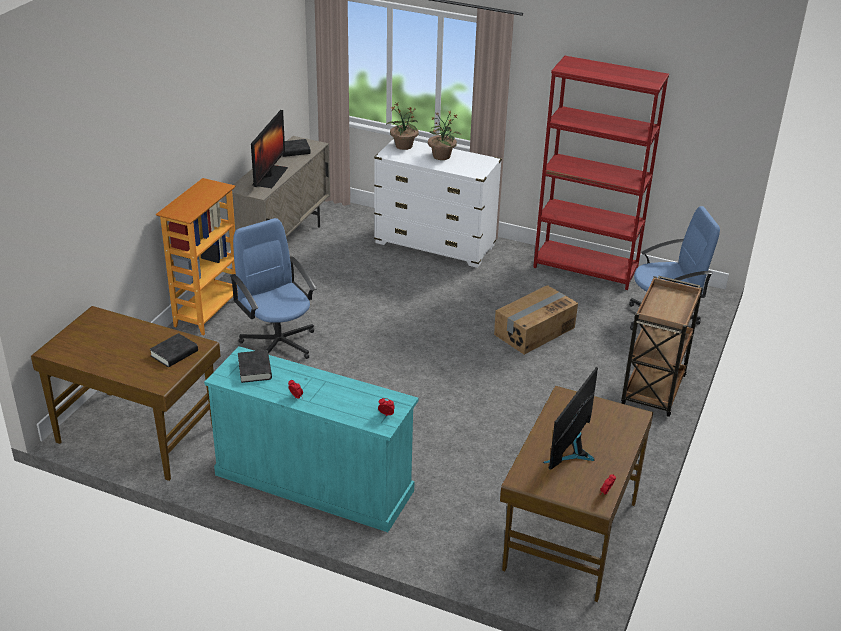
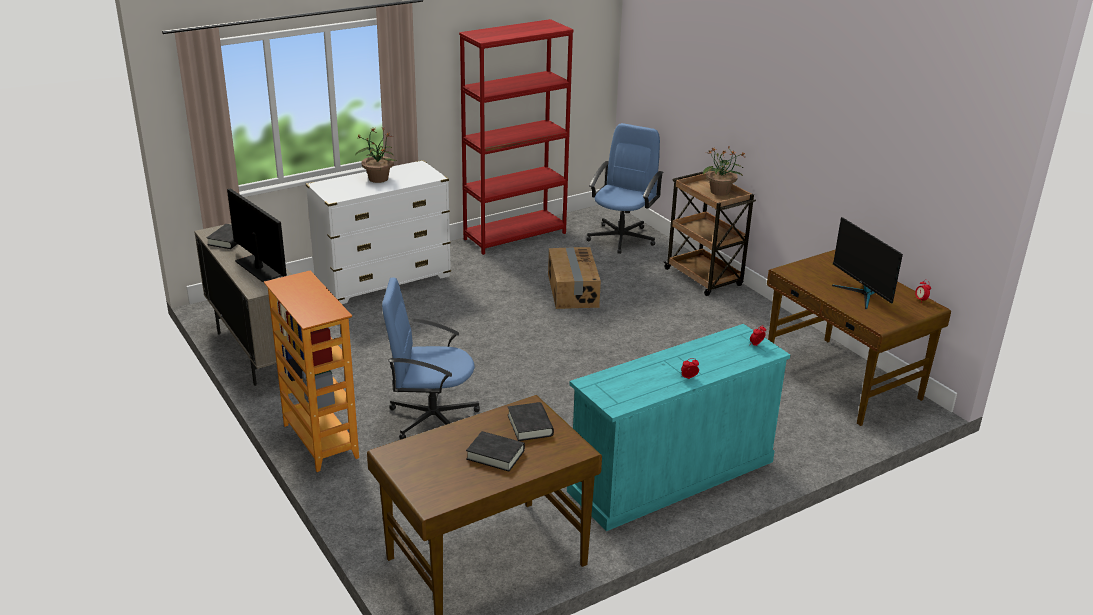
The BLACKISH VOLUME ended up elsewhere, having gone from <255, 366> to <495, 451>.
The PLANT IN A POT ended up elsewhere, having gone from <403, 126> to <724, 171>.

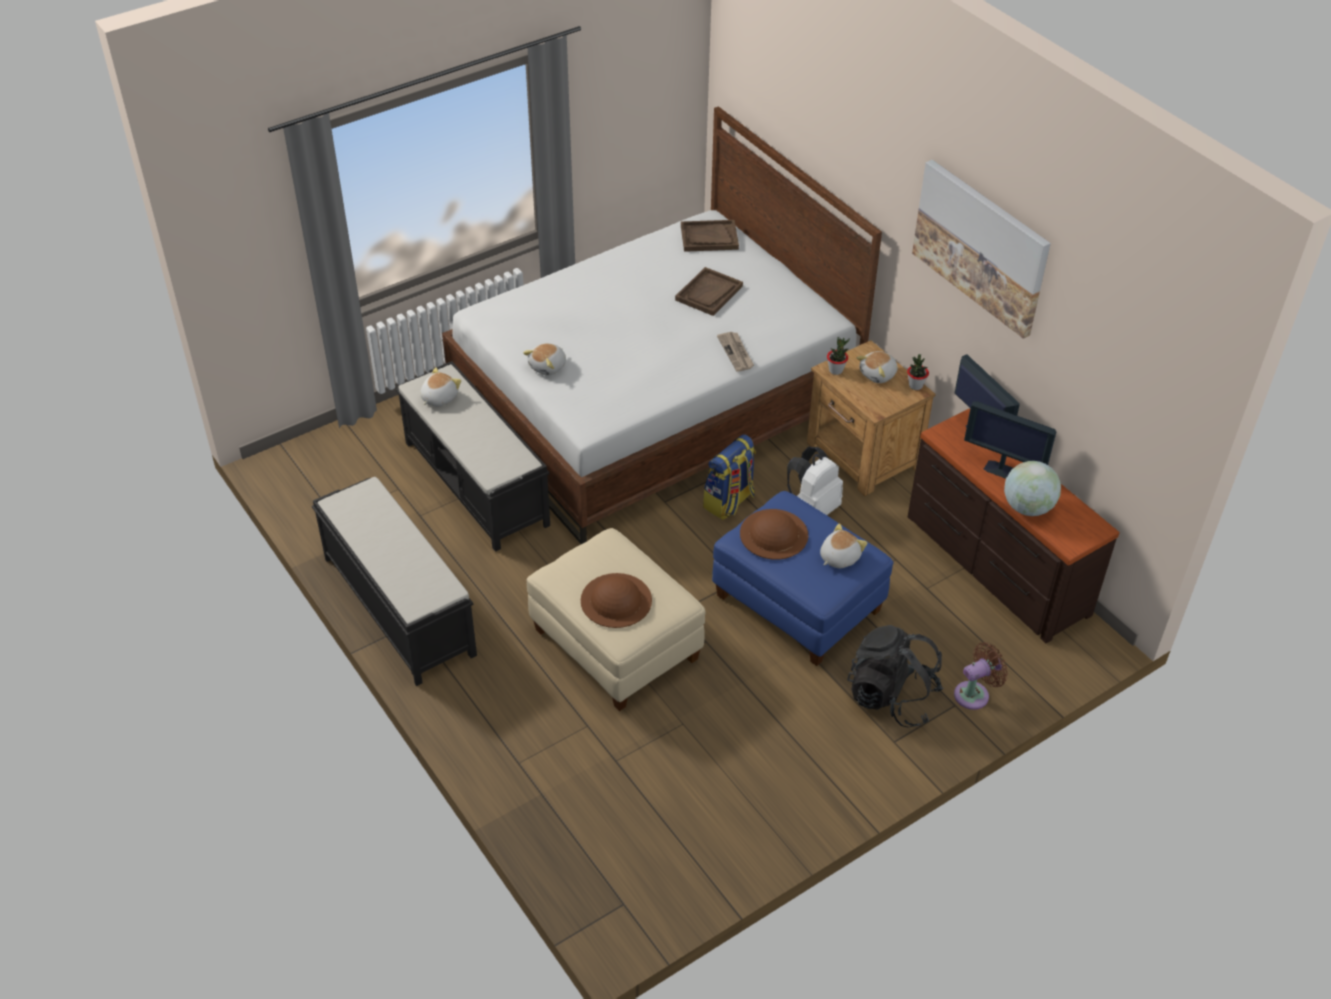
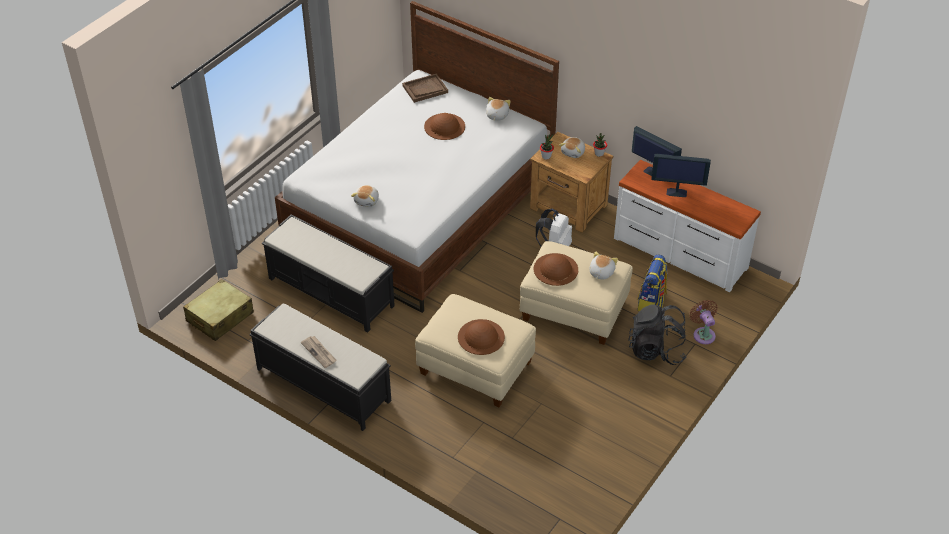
The PLUSH TOY ended up elsewhere, having gone from <440, 387> to <498, 109>.
Where the BROWNISH TRAY stood at <709, 291>, the BROWNISH WEARABLE HAT came to stand at <444, 126>.
The BACKPACK ended up elsewhere, having gone from <729, 477> to <652, 283>.
What was the BLUE-COLOURED OTTOMAN at <802, 578> turned into the BEIGE OTTOMAN at <576, 293>.
The NEWSPAPER ended up elsewhere, having gone from <735, 352> to <318, 352>.
What was the BROWNISH DRESSER at <1014, 525> turned into the WHITISH DRESSER at <687, 226>.
The second view lost the WALL PICTURE at <981, 249>.
The BROWNISH FAN at <981, 676> ended up facing another way, 60 degrees counterclockwise from before.
The second view lost the GLOBE at <1032, 488>.
The second view gained the BEIGE SUITCASE at <218, 310>.

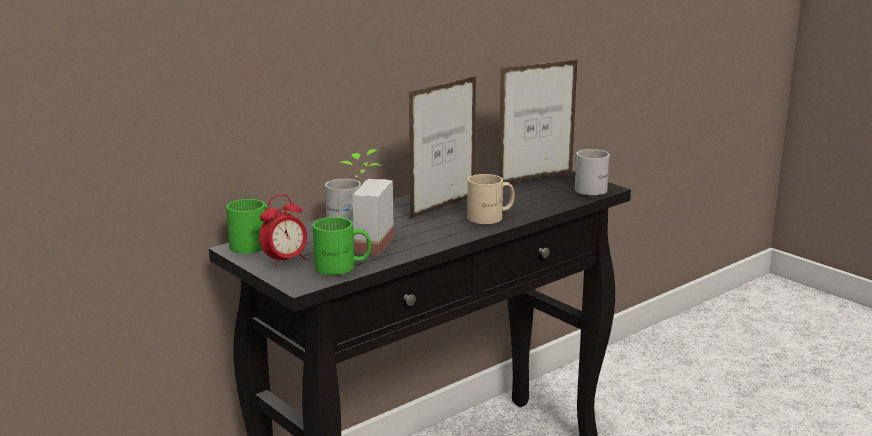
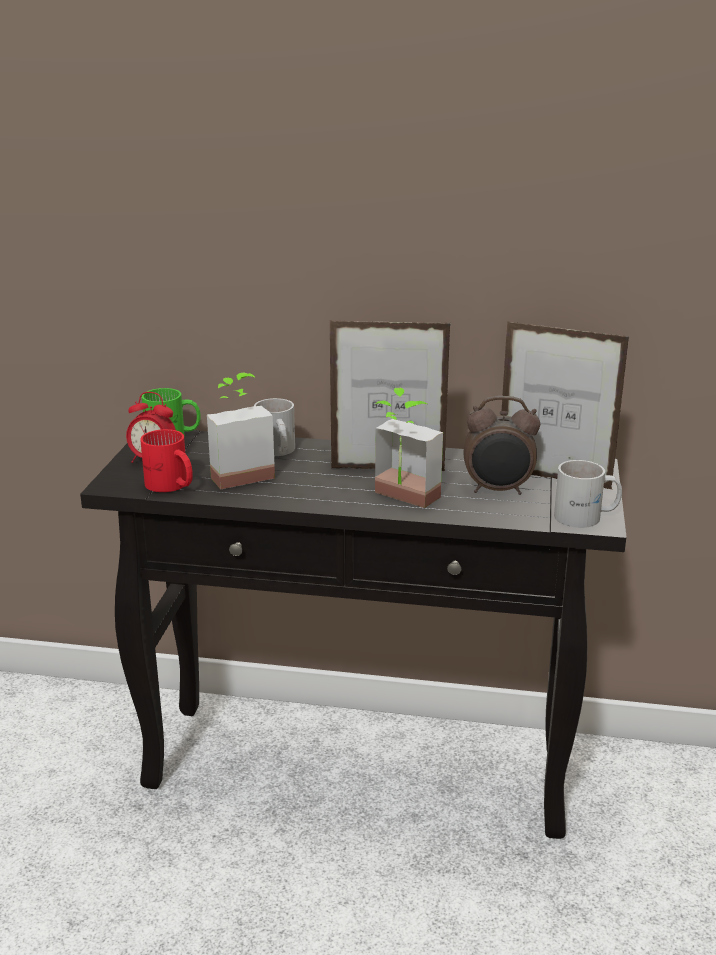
What was the GREEN MUG at <342, 246> turned into the RED-COLOURED MUG at <166, 460>.
Where the BEIGE MUG stood at <491, 199>, the PLANT IN A POT came to stand at <409, 448>.
The second view gained the BEDSIDE CLOCK at <502, 445>.

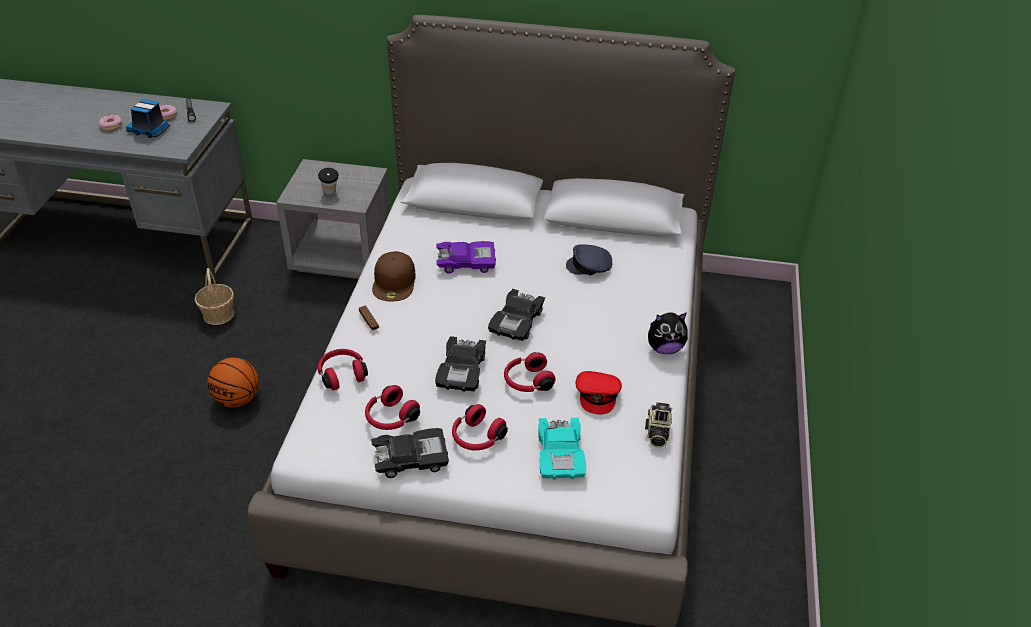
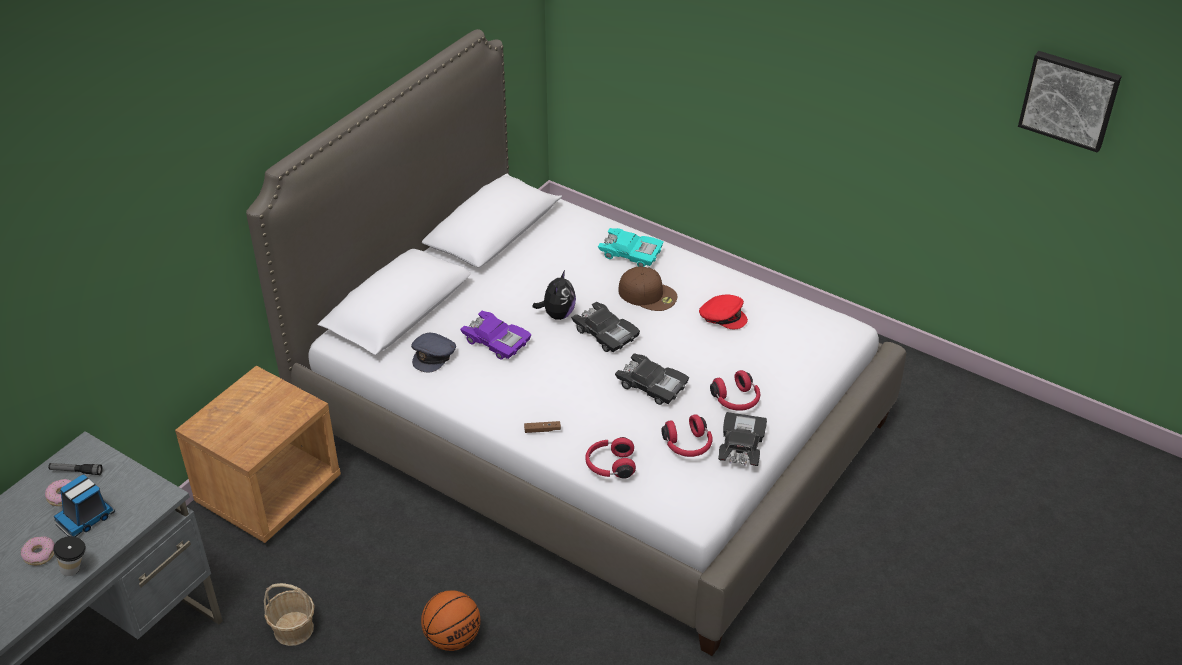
What was the GREY NIGHT TABLE at <333, 219> turned into the BROWNISH NIGHT TABLE at <258, 454>.
The CUP ended up elsewhere, having gone from <328, 181> to <69, 556>.
The BROWNISH CAP ended up elsewhere, having gone from <394, 276> to <647, 289>.
The PURPLISH MINIATURE CAR at <466, 257> ended up facing another way, 105 degrees clockwise from before.
The second view lost the RED-COLOURED HEADPHONES at <530, 372>.
The TURQUOISE-COLOURED MINIATURE CAR ended up elsewhere, having gone from <562, 449> to <631, 247>.
The GREY CAP ended up elsewhere, having gone from <589, 260> to <433, 352>.
The second view lost the PHOTO CAMERA at <658, 424>.
The PLUSH TOY ended up elsewhere, having gone from <668, 333> to <554, 295>.
The second view gained the WALL PICTURE at <1070, 102>.

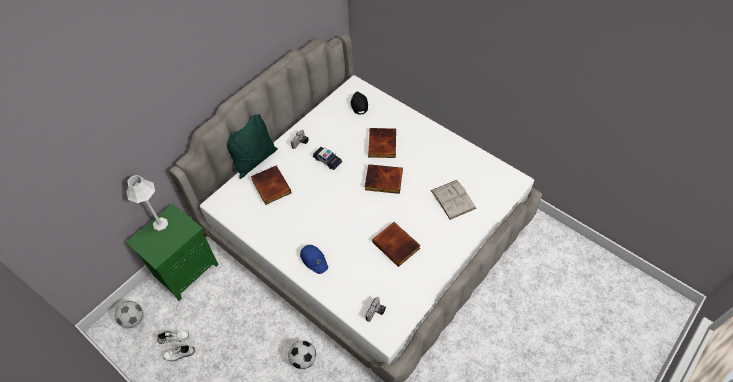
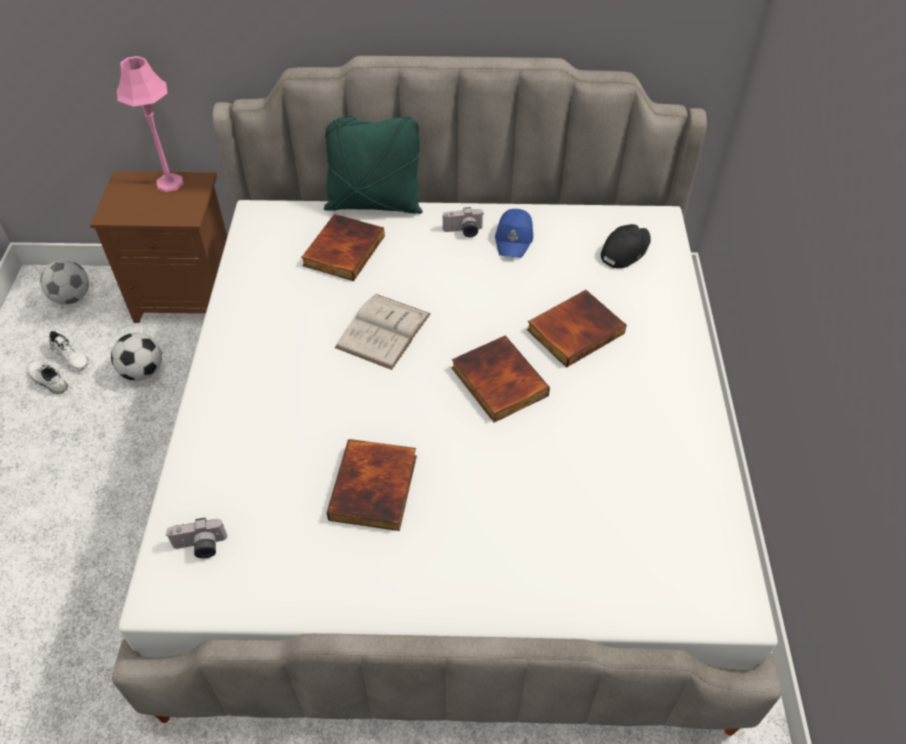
What was the WHITISH LAMP FOR A TABLE at <147, 203> turned into the PINK LAMP FOR A TABLE at <150, 124>.
What was the GREEN NIGHT TABLE at <172, 252> turned into the BROWNISH NIGHT TABLE at <158, 247>.
The FOOTBALL BALL ended up elsewhere, having gone from <302, 354> to <136, 357>.
The BLUE-COLOURED CAP ended up elsewhere, having gone from <314, 259> to <514, 233>.
The second view lost the MINIATURE CAR at <327, 158>.
The WHITISH VOLUME ended up elsewhere, having gone from <453, 200> to <383, 332>.

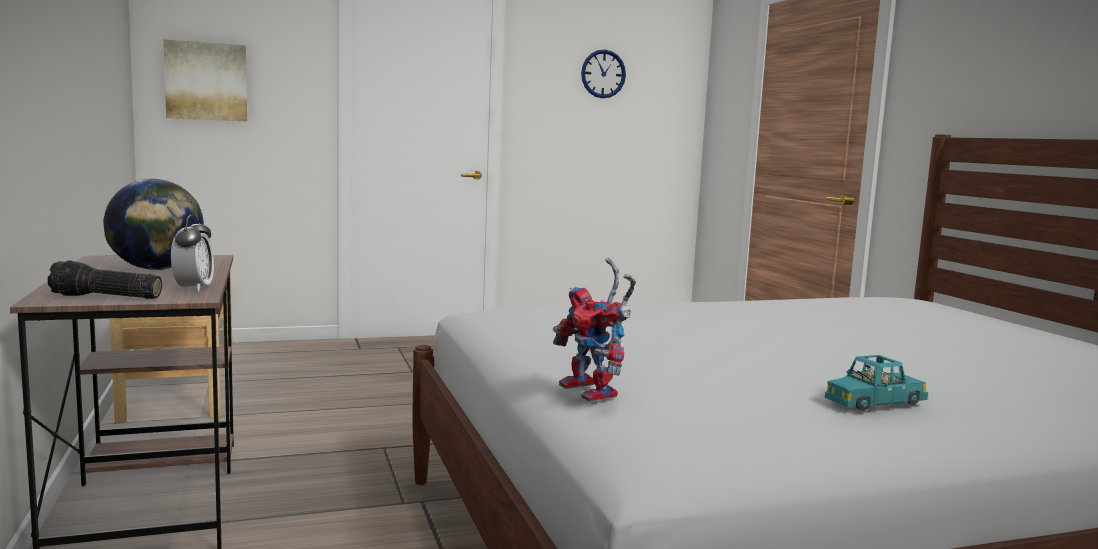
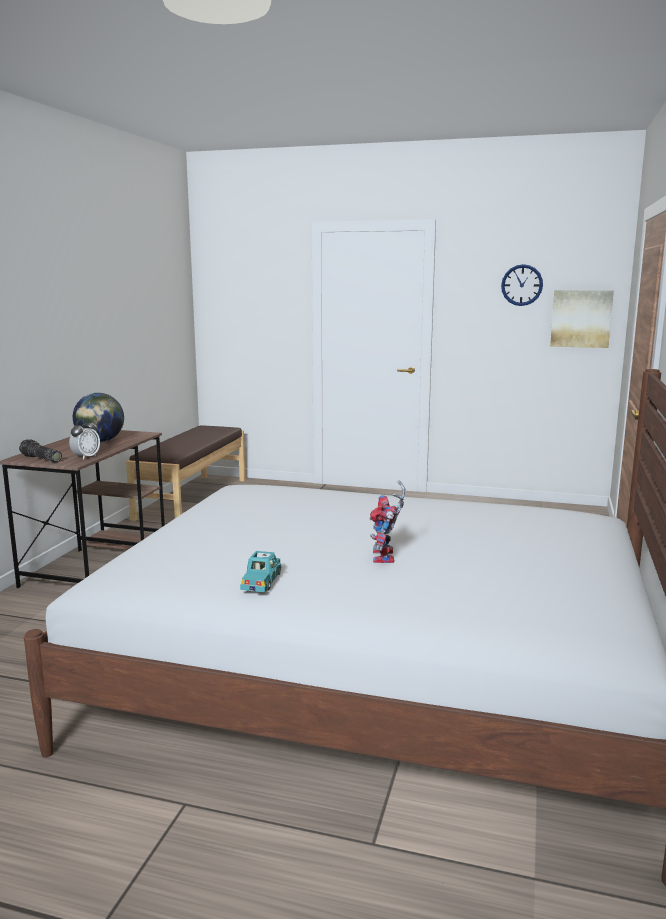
The WALL PICTURE ended up elsewhere, having gone from <205, 80> to <582, 319>.
The MODEL ROBOT ended up elsewhere, having gone from <594, 329> to <387, 521>.
The TURQUOISE-COLOURED MINIATURE CAR at <876, 383> ended up facing another way, 90 degrees clockwise from before.

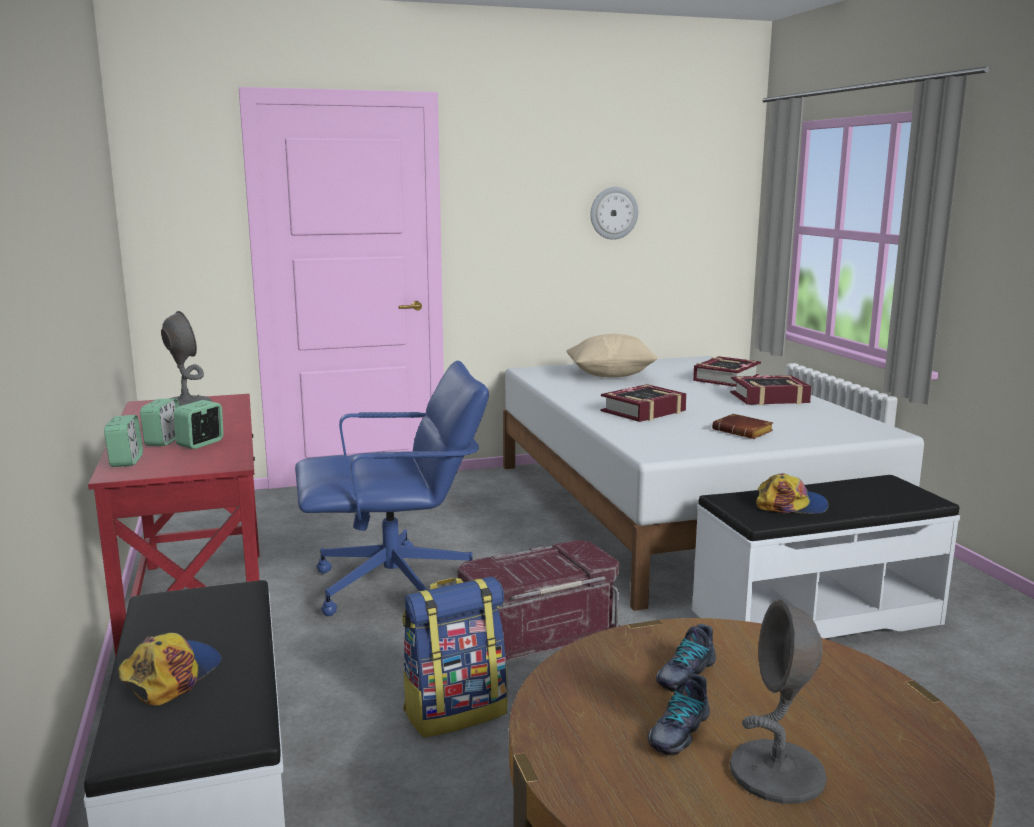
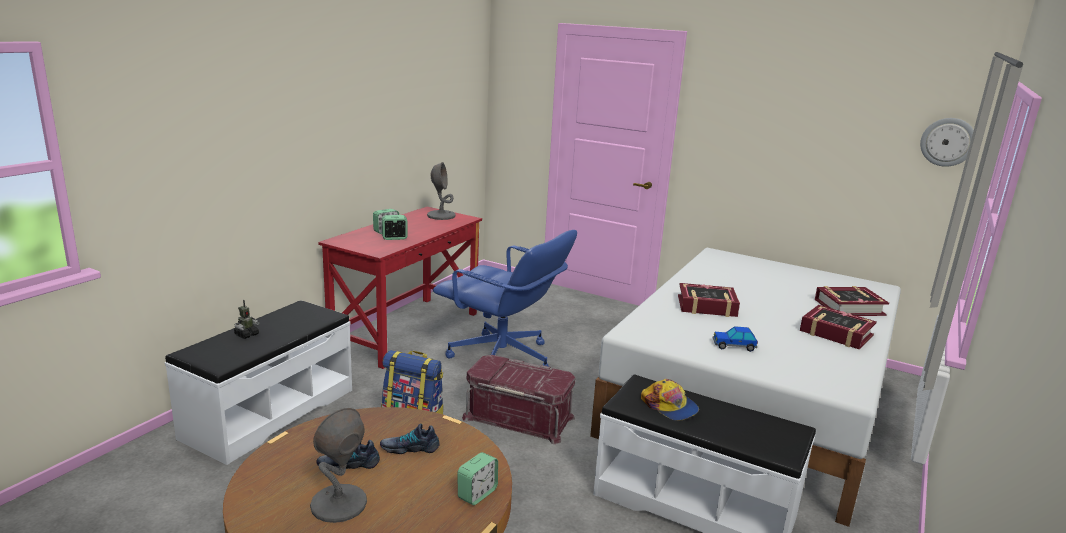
The BEDSIDE CLOCK ended up elsewhere, having gone from <123, 441> to <477, 478>.
Where the CAP stood at <170, 669>, the MODEL ROBOT came to stand at <247, 319>.
The second view lost the BEIGE THROW PILLOW at <612, 356>.
The CLOCK ON THE WALL ended up elsewhere, having gone from <614, 213> to <947, 142>.
Where the BROWNISH VOLUME stood at <742, 426>, the MINIATURE CAR came to stand at <735, 339>.

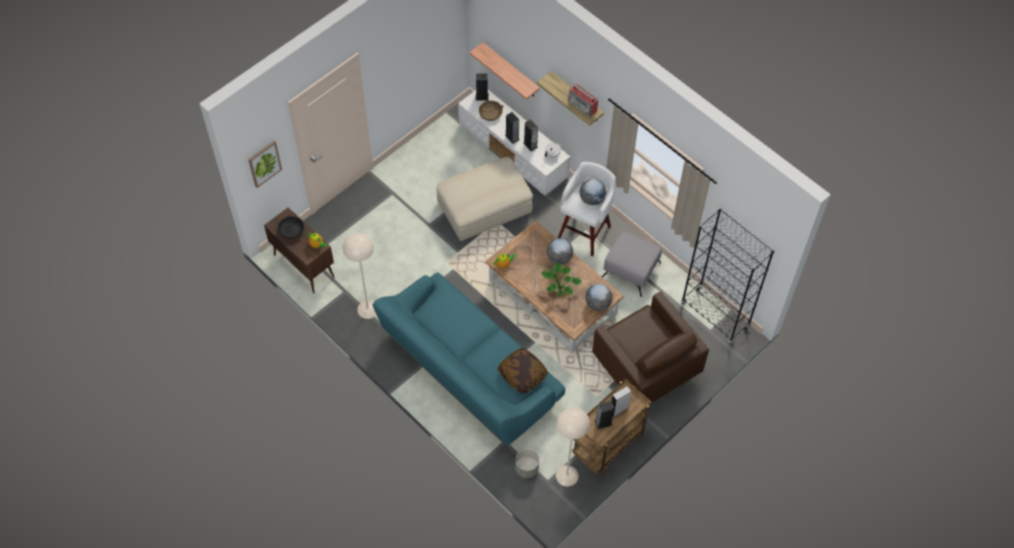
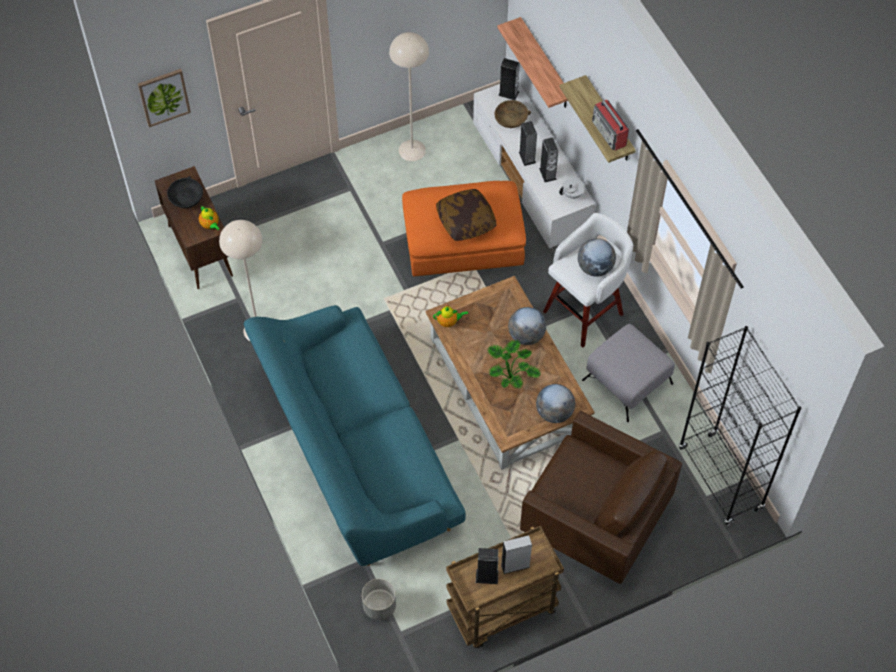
What was the BEIGE OTTOMAN at <484, 199> turned into the ORANGE-COLOURED OTTOMAN at <464, 228>.
The THROW PILLOW ended up elsewhere, having gone from <522, 371> to <466, 215>.
The BEIGE STANDARD LAMP ended up elsewhere, having gone from <573, 446> to <409, 96>.
The BROWNISH EASY CHAIR at <650, 347> ended up facing another way, 45 degrees counterclockwise from before.

